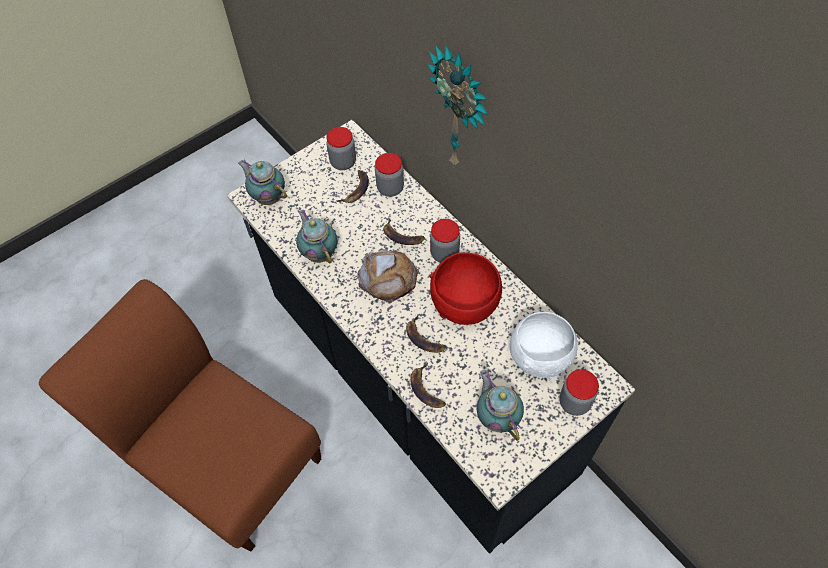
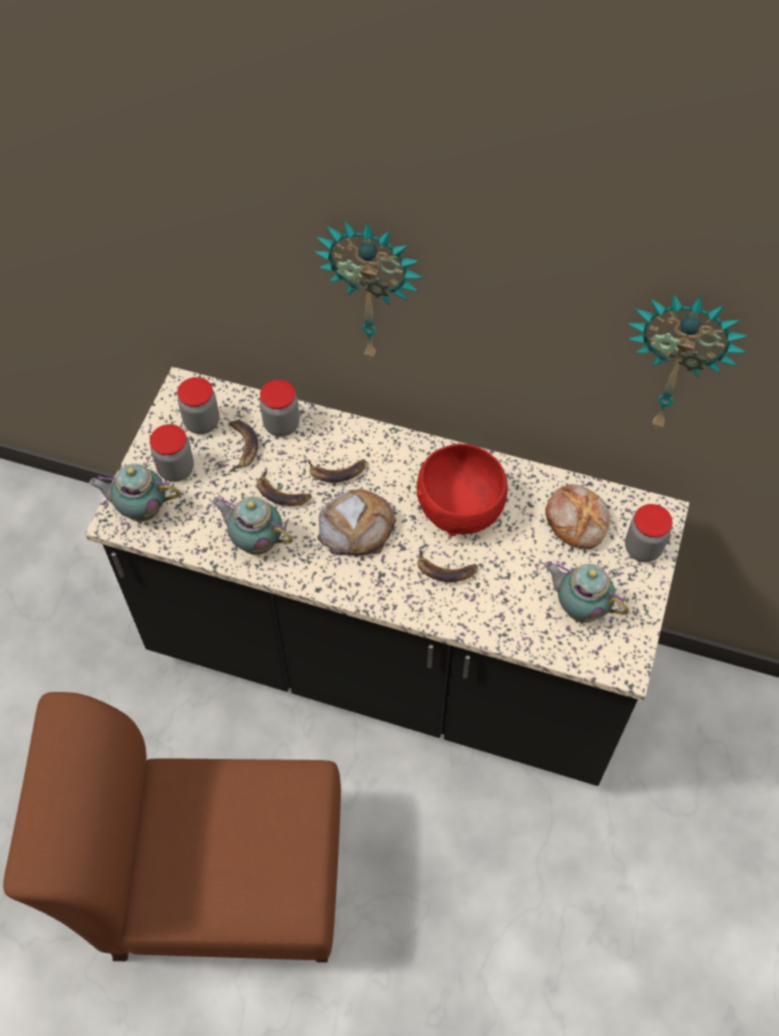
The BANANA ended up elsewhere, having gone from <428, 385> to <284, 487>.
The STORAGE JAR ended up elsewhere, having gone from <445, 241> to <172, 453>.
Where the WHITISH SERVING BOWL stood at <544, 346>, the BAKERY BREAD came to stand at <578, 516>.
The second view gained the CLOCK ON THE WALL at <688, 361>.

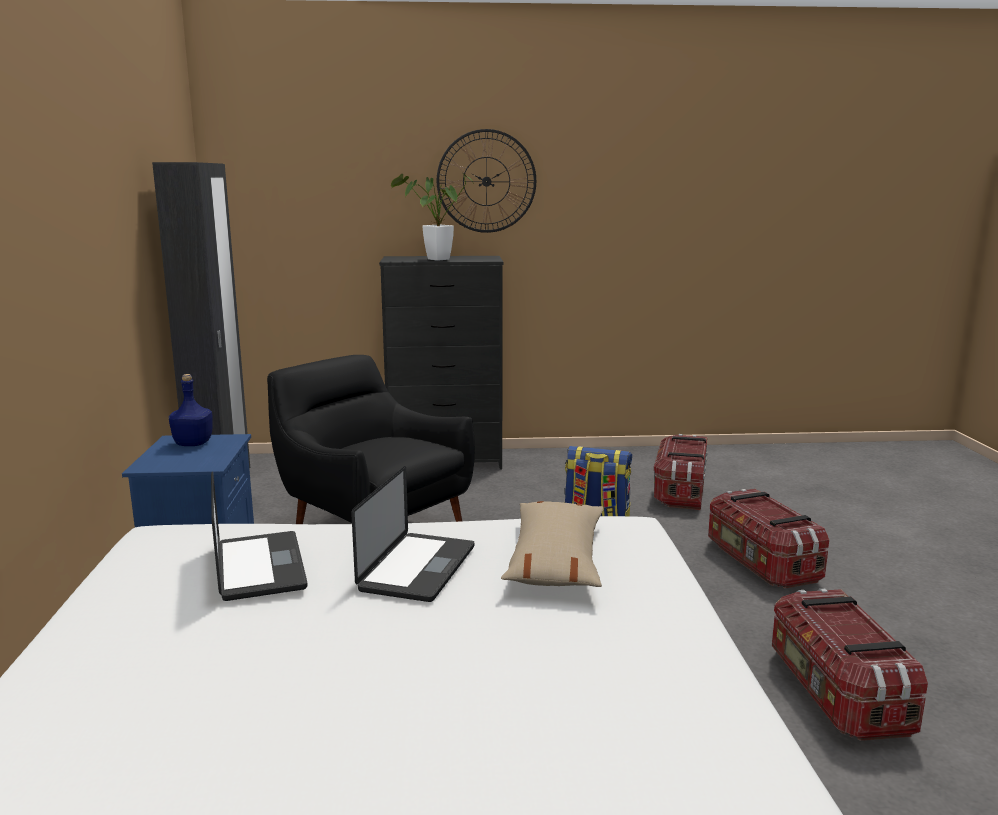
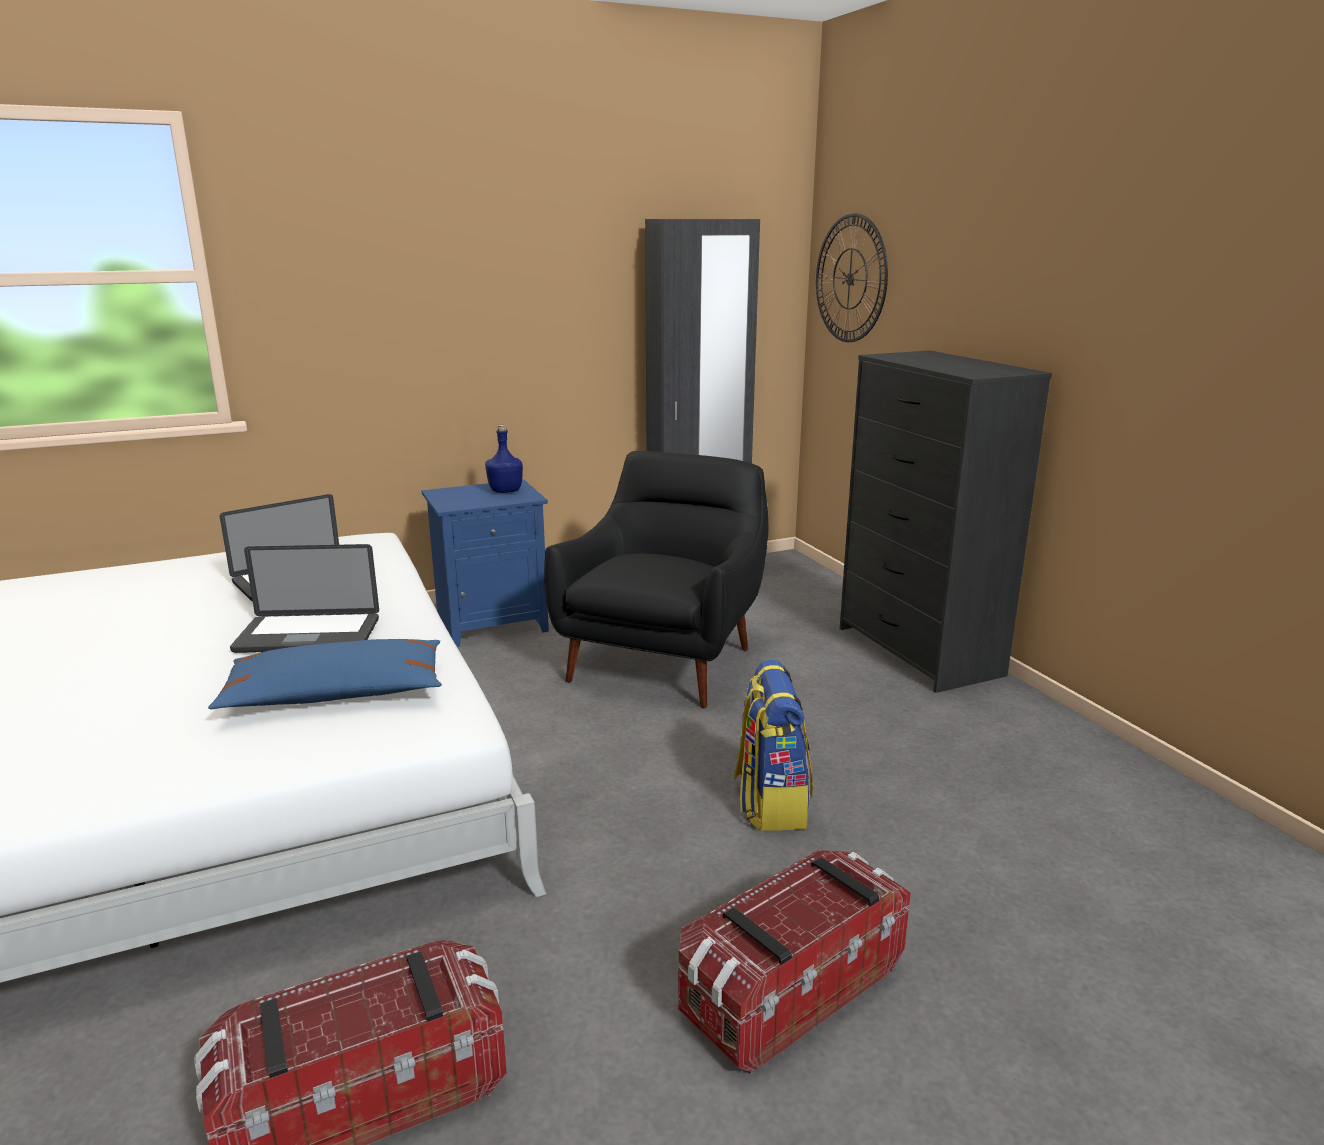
The second view lost the PLANT IN A POT at <432, 217>.
The CLOCK ON THE WALL ended up elsewhere, having gone from <486, 181> to <852, 277>.
What was the BEIGE THROW PILLOW at <552, 544> turned into the BLUE-COLOURED THROW PILLOW at <324, 674>.
The second view lost the STORAGE BIN at <681, 472>.

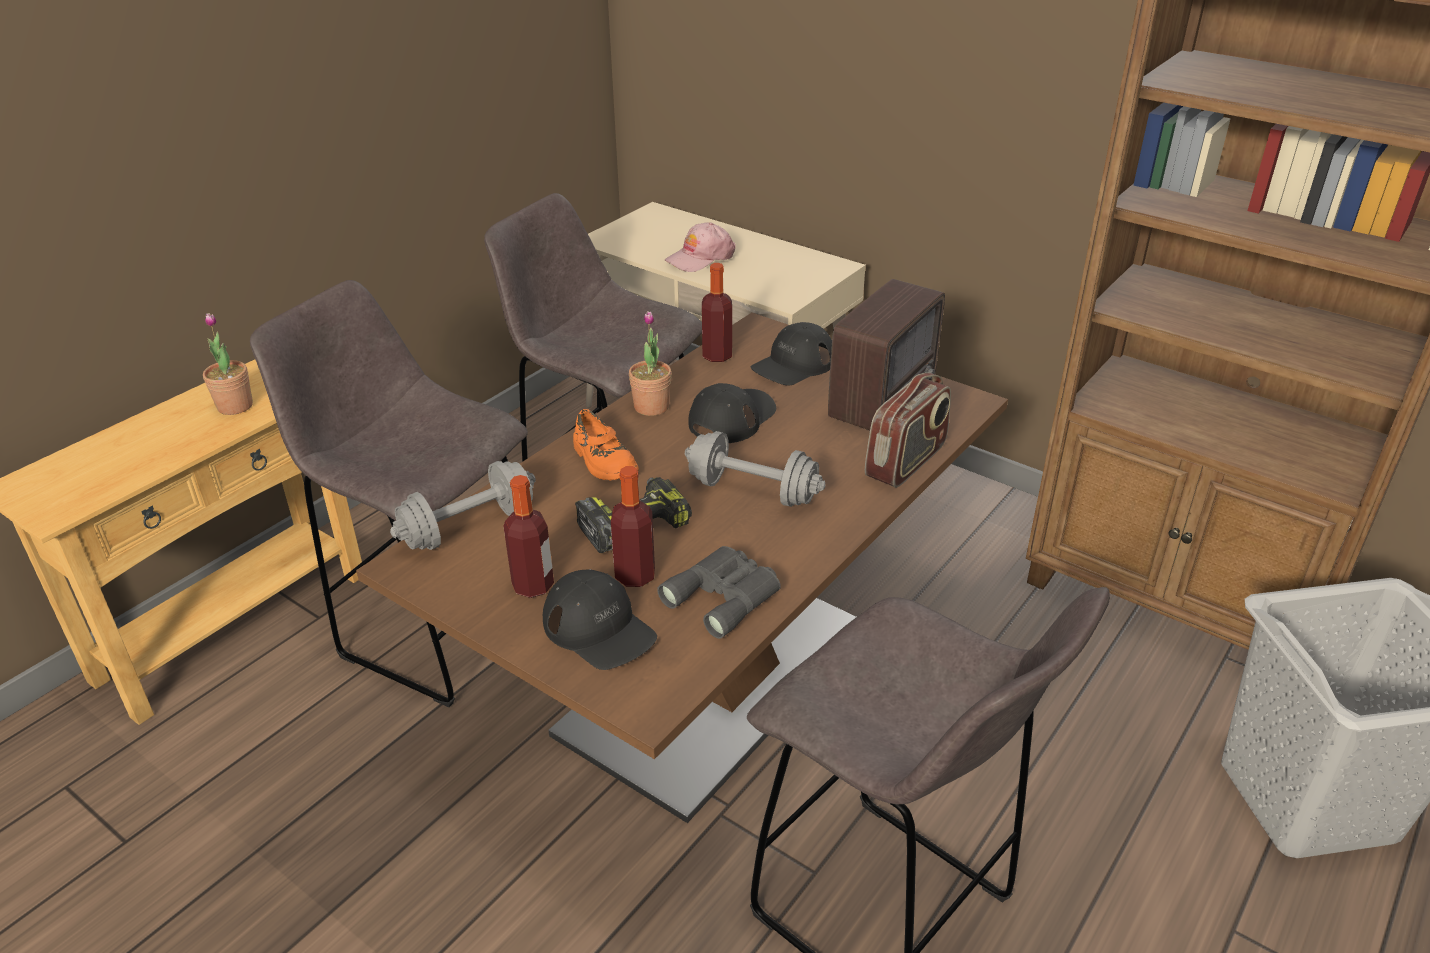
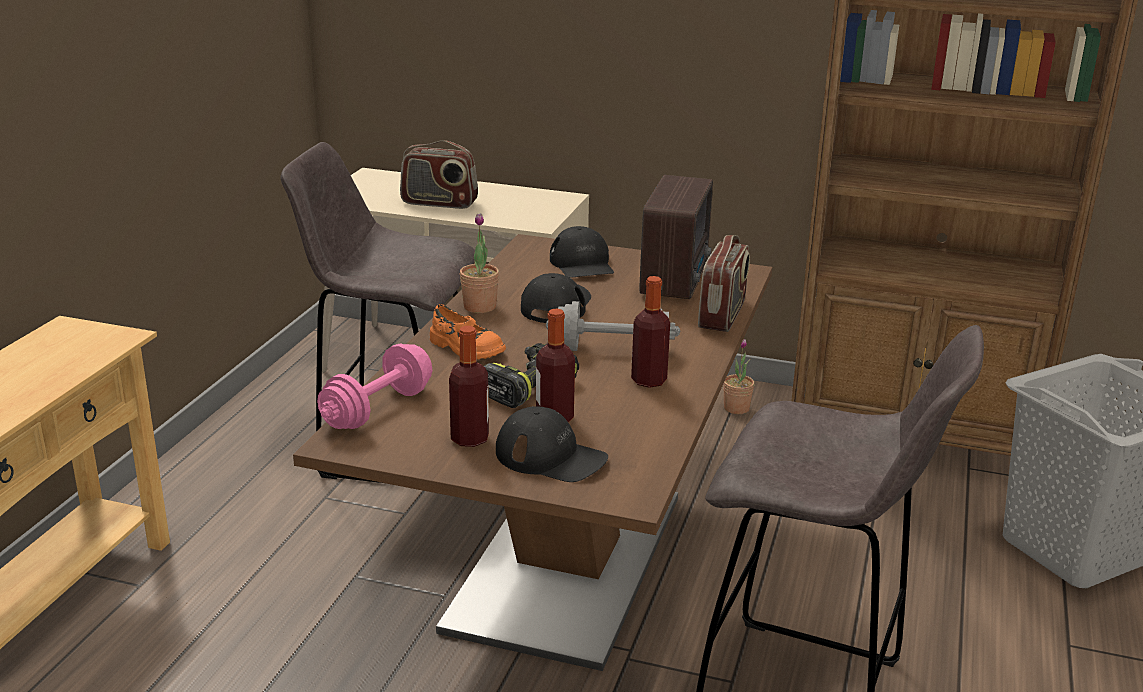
The PLANT IN A POT ended up elsewhere, having gone from <228, 364> to <738, 376>.
The second view lost the GREY SITTING STOOL at <389, 493>.
What was the GREY DUMBBELL at <463, 505> turned into the PINK DUMBBELL at <374, 386>.
The second view lost the GREY PAIR OF BINOCULARS at <719, 592>.
Where the PINK CAP stood at <700, 247>, the RADIO came to stand at <439, 174>.
The BEVERAGE BOTTLE ended up elsewhere, having gone from <717, 312> to <650, 332>.
The BLACKISH CAP at <791, 354> ended up facing another way, 45 degrees counterclockwise from before.

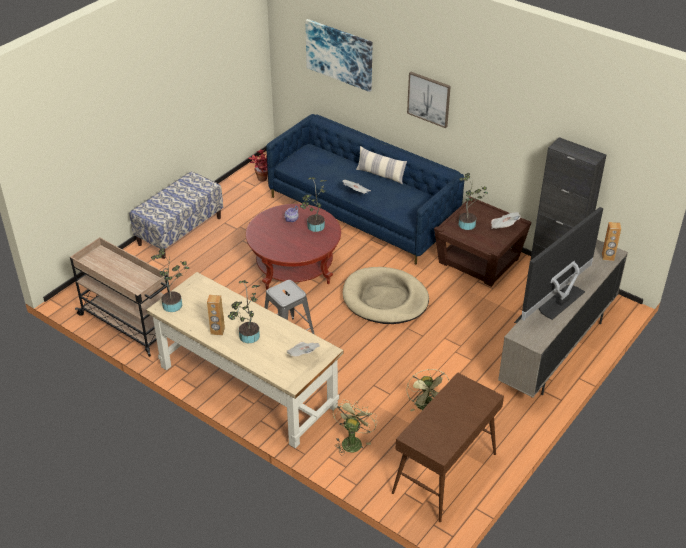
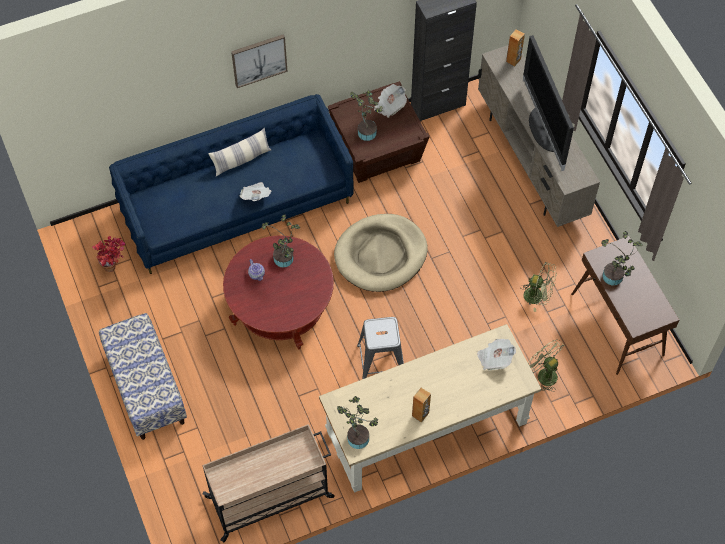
The PLANT IN A POT ended up elsewhere, having gone from <244, 311> to <622, 258>.
The second view lost the WALL PICTURE at <339, 55>.

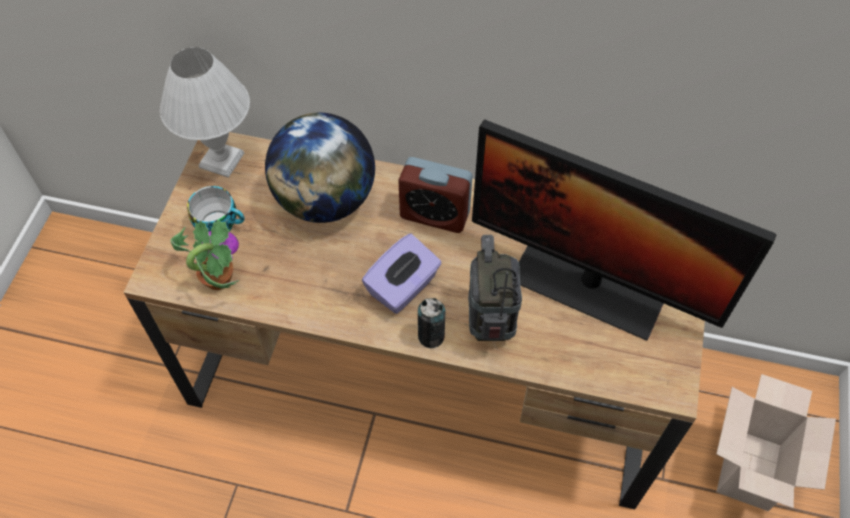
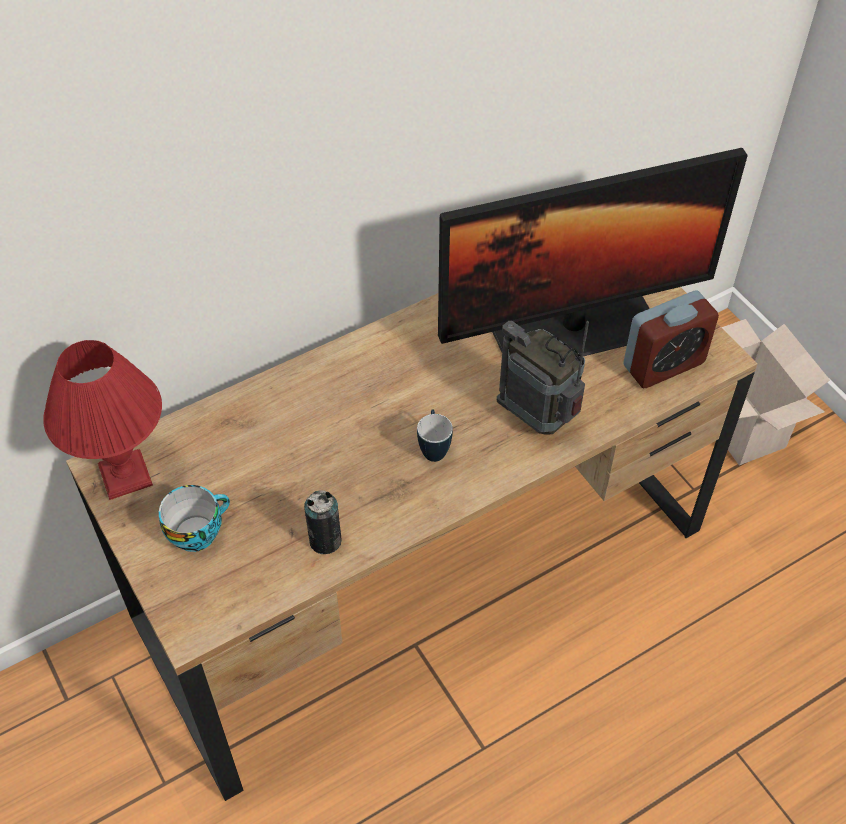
What was the WHITISH LAMP FOR A TABLE at <205, 112> turned into the RED-COLOURED LAMP FOR A TABLE at <102, 420>.
The second view lost the PLANT IN A POT at <204, 254>.
The second view lost the GLOBE at <320, 168>.
Where the PURPLISH TISSUE HOLDER stood at <402, 274>, the MUG came to stand at <435, 435>.
The BEDSIDE CLOCK ended up elsewhere, having gone from <435, 195> to <671, 339>.
The CAN ended up elsewhere, having gone from <431, 323> to <323, 522>.

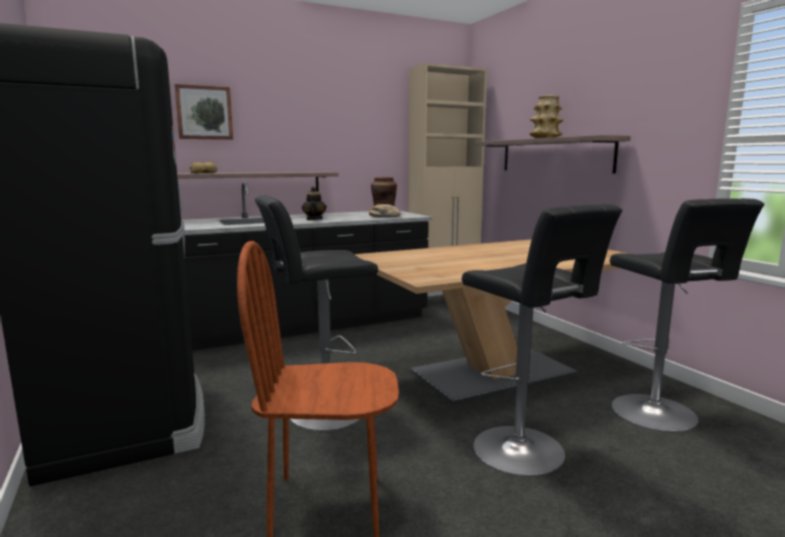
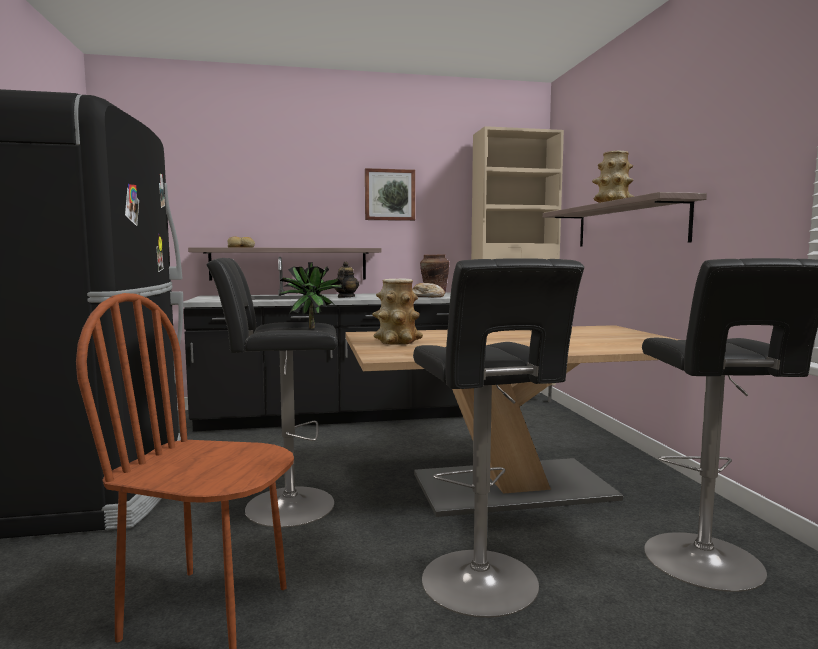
The WALL PICTURE ended up elsewhere, having gone from <204, 112> to <390, 194>.
The second view gained the PLANT IN A POT at <311, 295>.
The second view gained the VASE at <397, 312>.

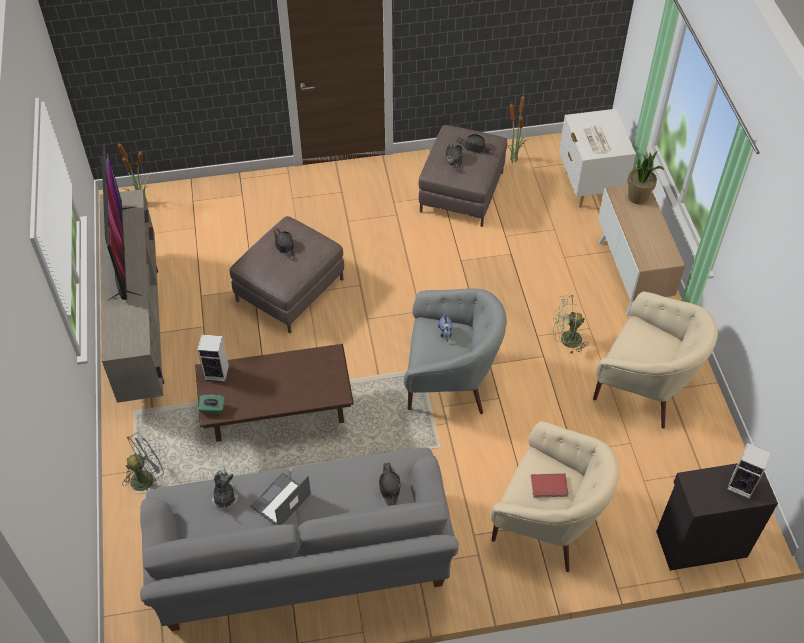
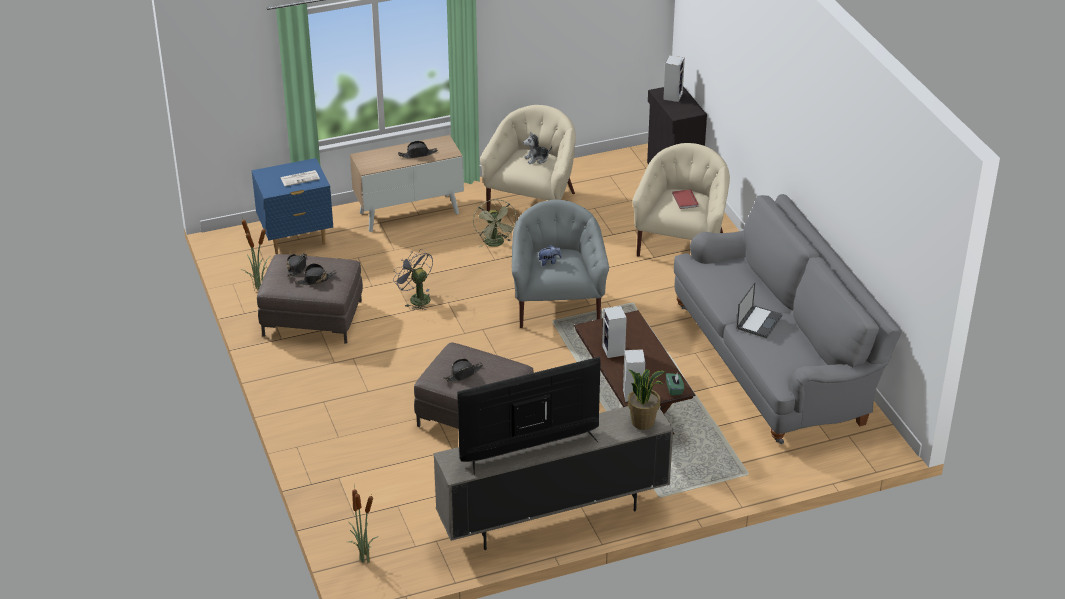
The GREY FAN ended up elsewhere, having gone from <143, 461> to <413, 280>.
The PLUSH TOY ended up elsewhere, having gone from <225, 489> to <537, 148>.
The PORTABLE COMPUTER at <280, 499> ended up facing another way, 90 degrees counterclockwise from before.
The BLACKISH WEARABLE HAT ended up elsewhere, having gone from <390, 484> to <418, 150>.
What was the WHITISH NIGHT TABLE at <597, 158> turned into the BLUE-COLOURED NIGHT TABLE at <292, 206>.
The PLANT IN A POT ended up elsewhere, having gone from <645, 177> to <647, 399>.
The second view gained the AUDIO SPEAKER at <614, 332>.

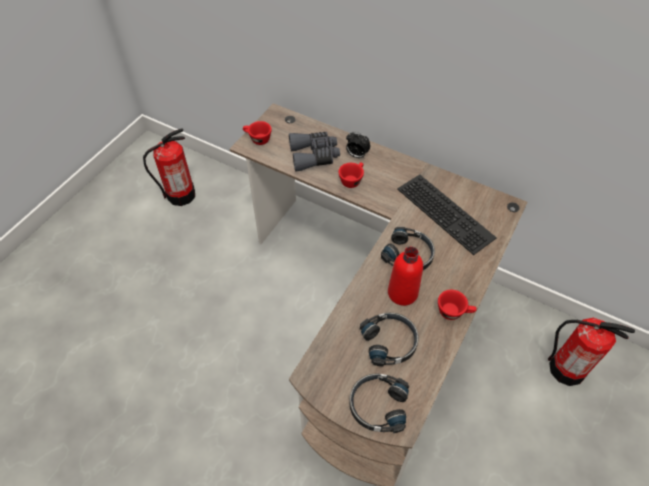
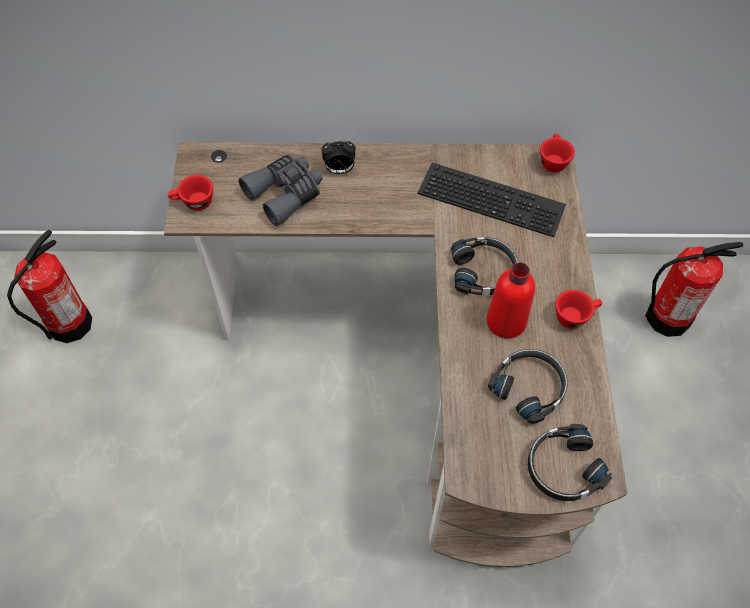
The RED-COLOURED CUP ended up elsewhere, having gone from <351, 175> to <557, 153>.

